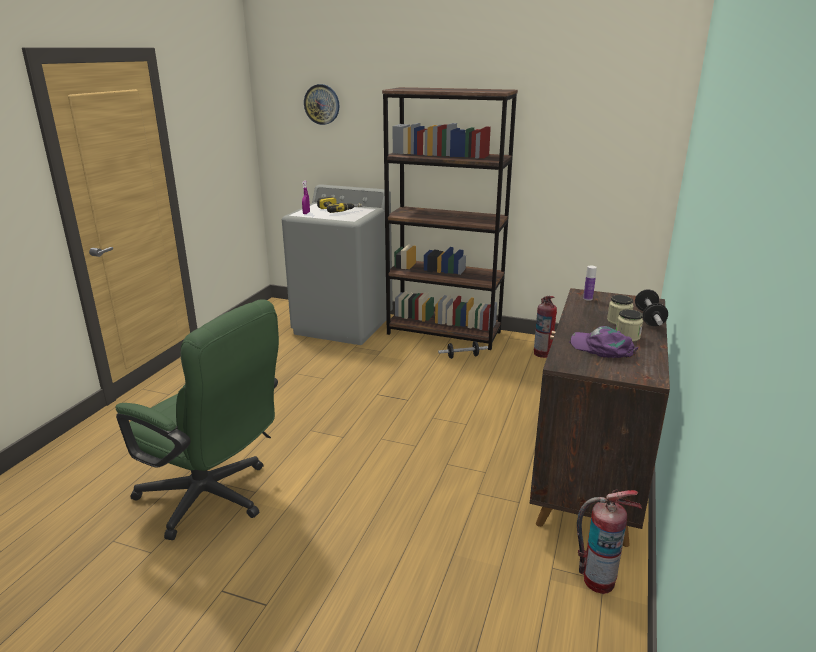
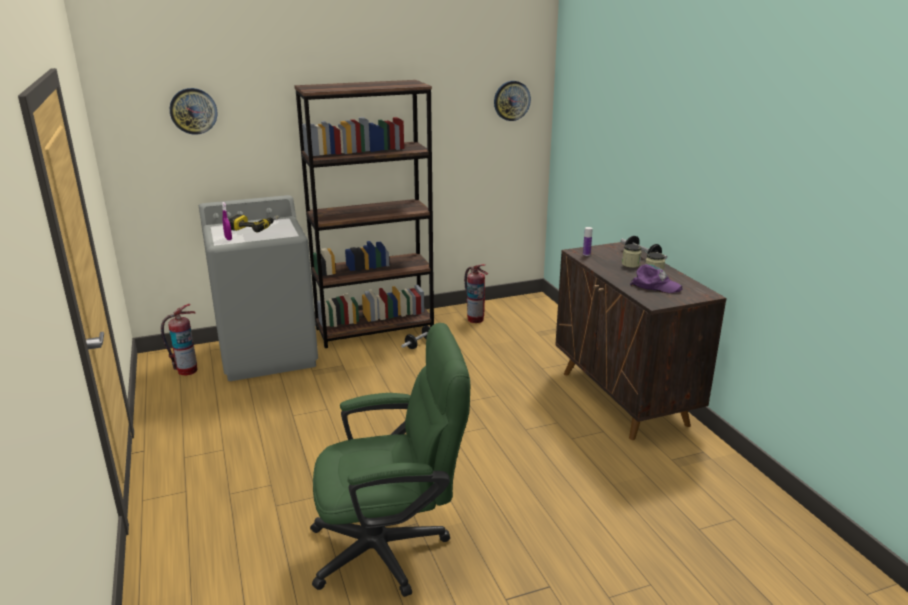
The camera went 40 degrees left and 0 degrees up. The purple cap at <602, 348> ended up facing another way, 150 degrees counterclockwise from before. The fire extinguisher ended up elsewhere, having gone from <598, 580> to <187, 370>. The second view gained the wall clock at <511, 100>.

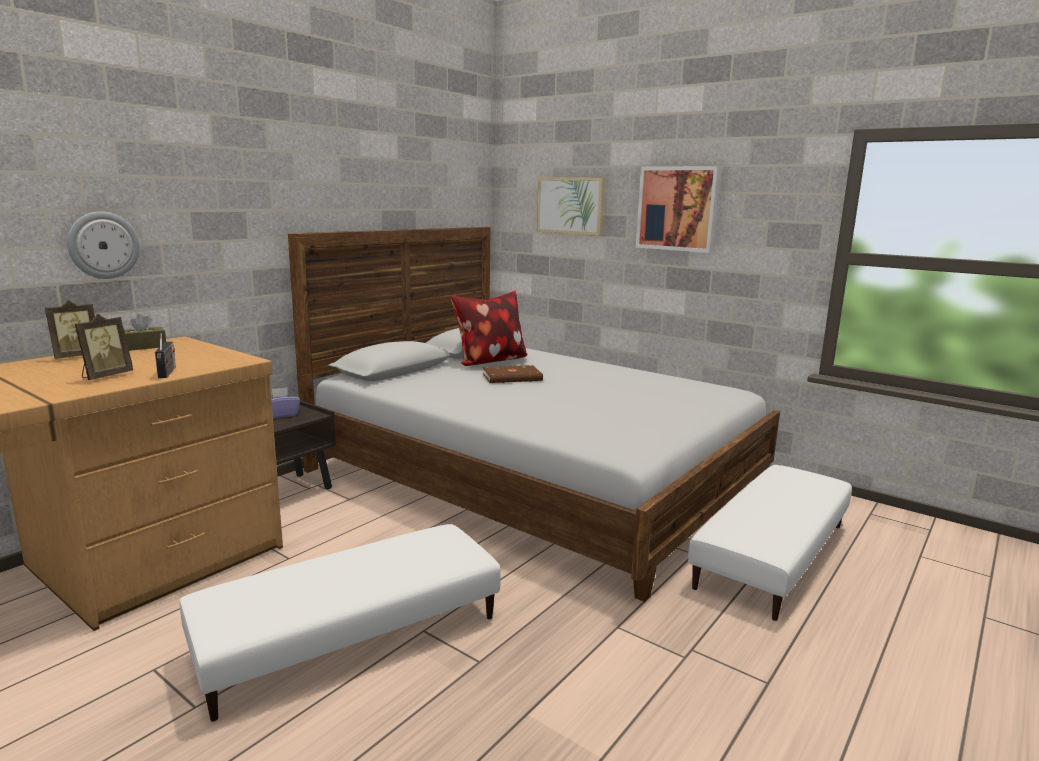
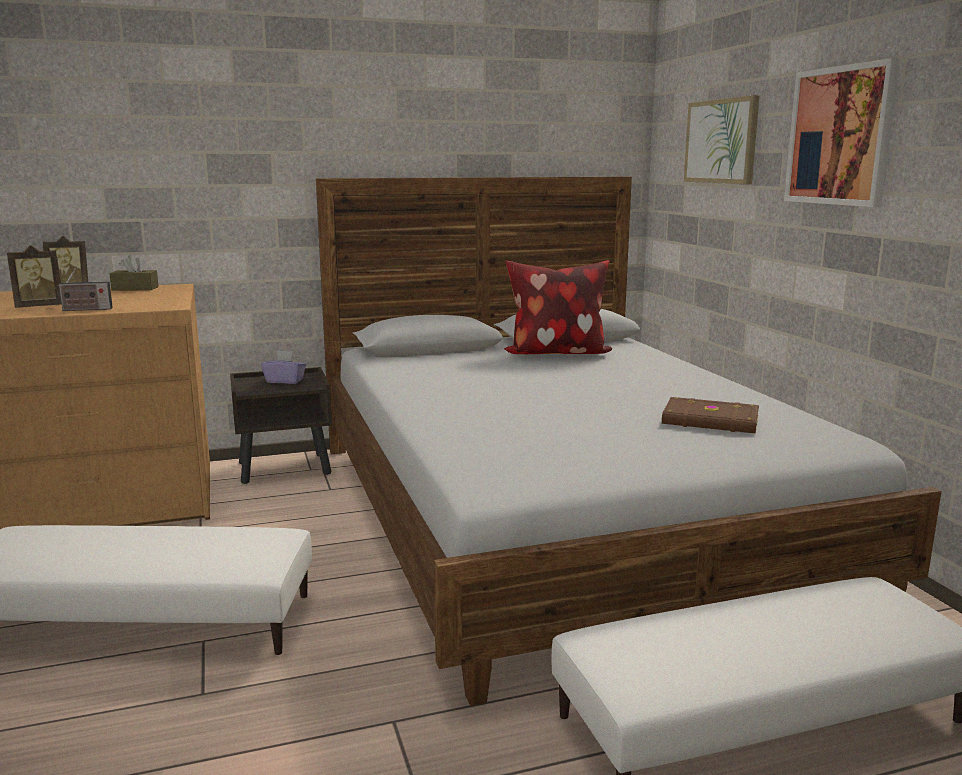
The camera went 35 degrees right and 0 degrees up. The second view lost the wall clock at <103, 245>. The radio at <167, 373> ended up facing another way, 60 degrees clockwise from before. The brown book ended up elsewhere, having gone from <512, 377> to <711, 421>.

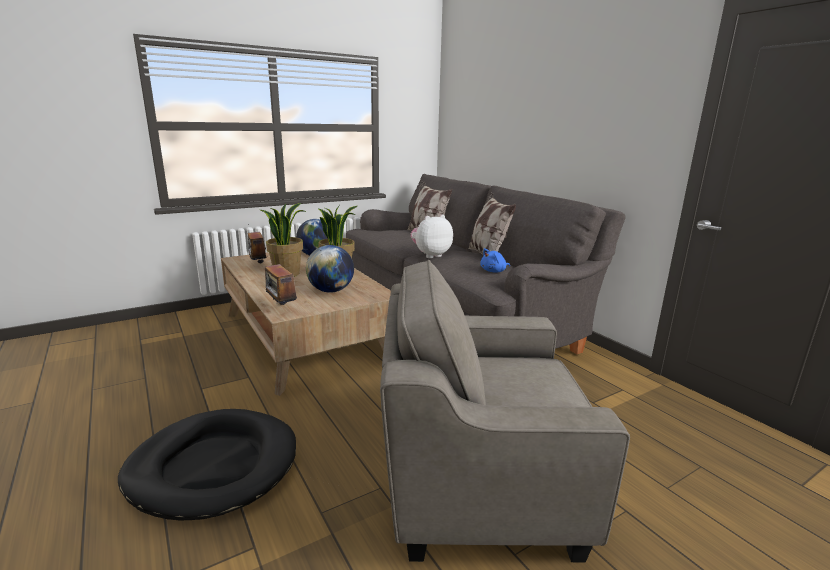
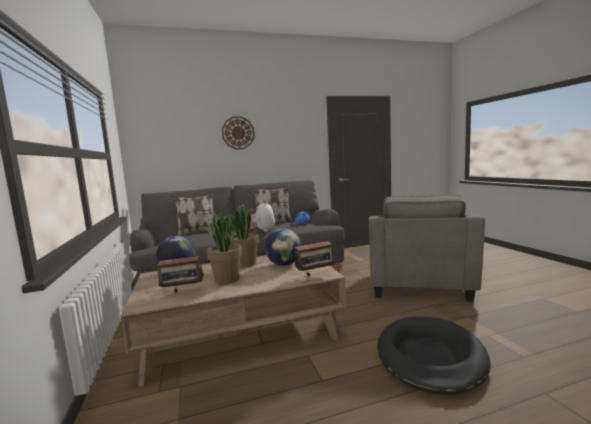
The camera went 75 degrees left and 10 degrees down. The second view gained the wall clock at <238, 133>.

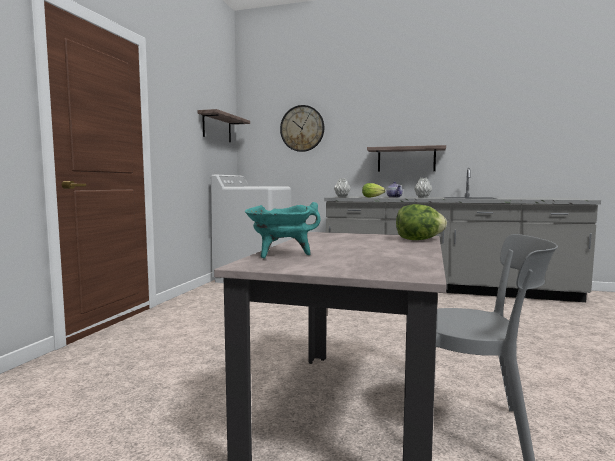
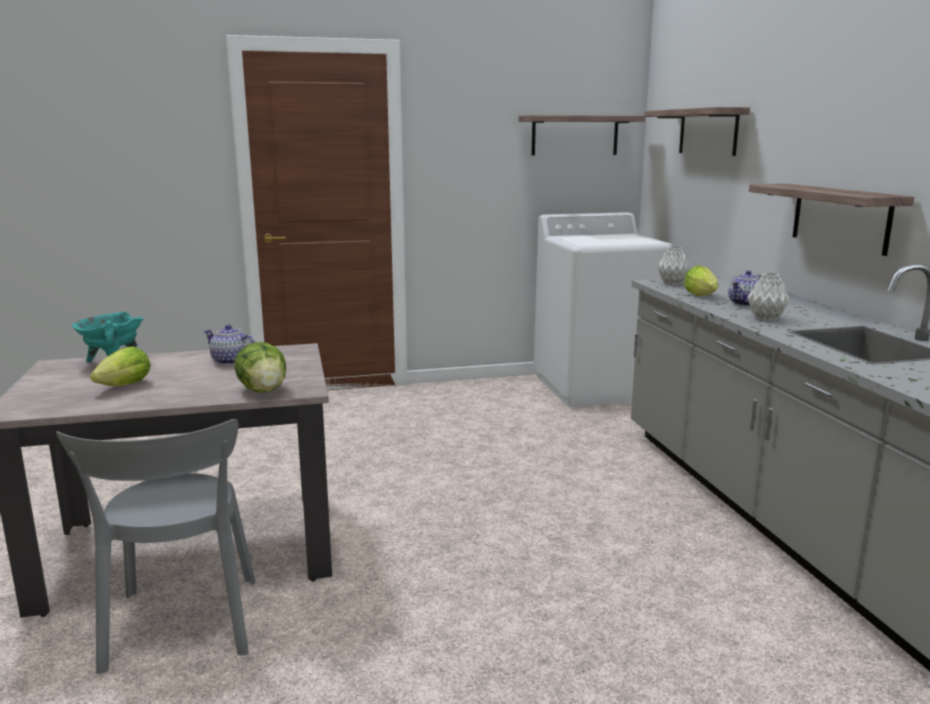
The camera went 60 degrees right and 10 degrees up. Where the wall clock hung at <302, 128>, the shelf came to hang at <708, 132>. The second view gained the lettuce at <122, 387>. The second view gained the teapot at <231, 361>.

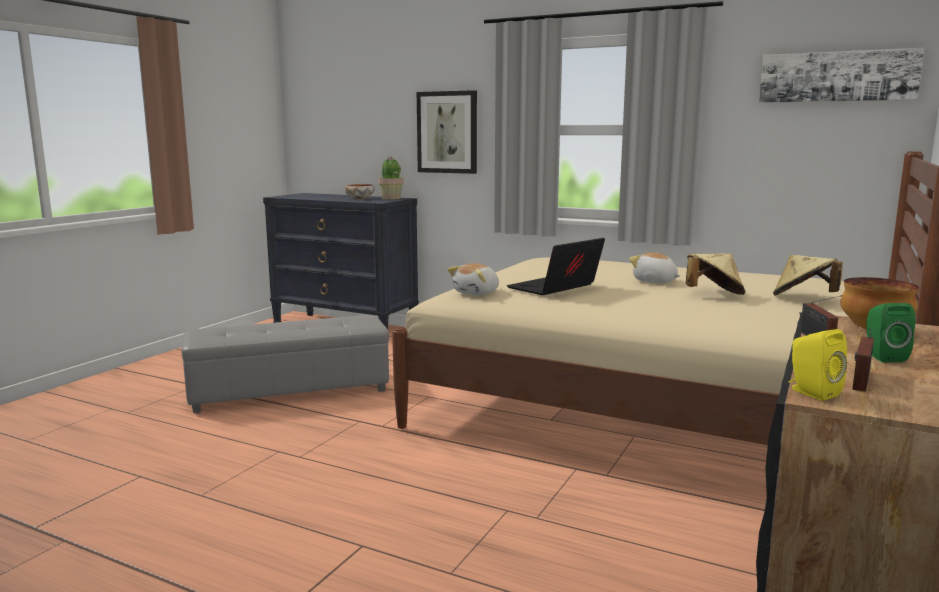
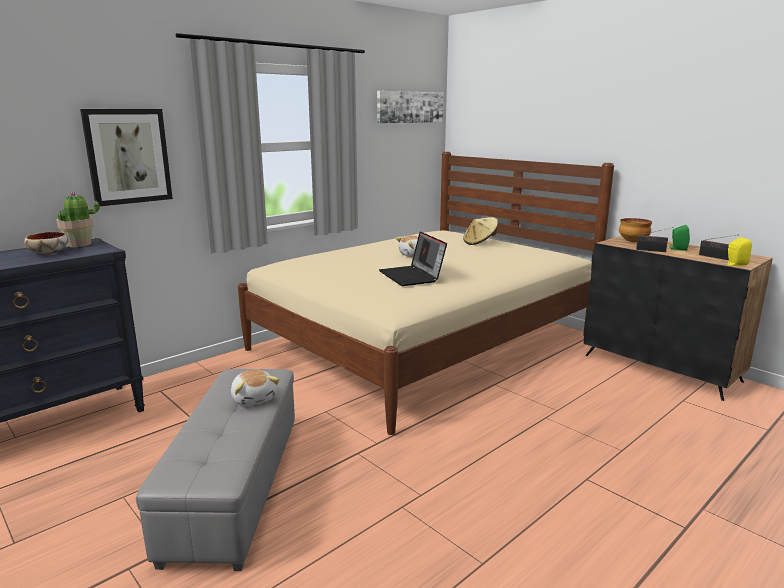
The camera went 70 degrees left and 5 degrees up. The plush toy ended up elsewhere, having gone from <477, 293> to <254, 398>. The second view lost the beige hat at <713, 295>.

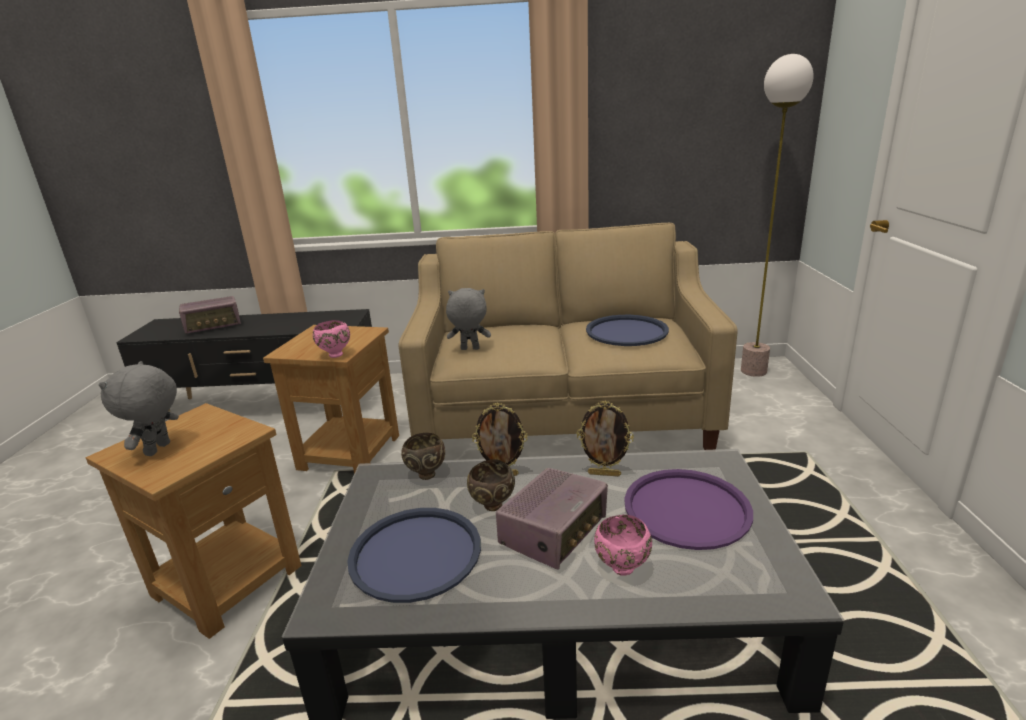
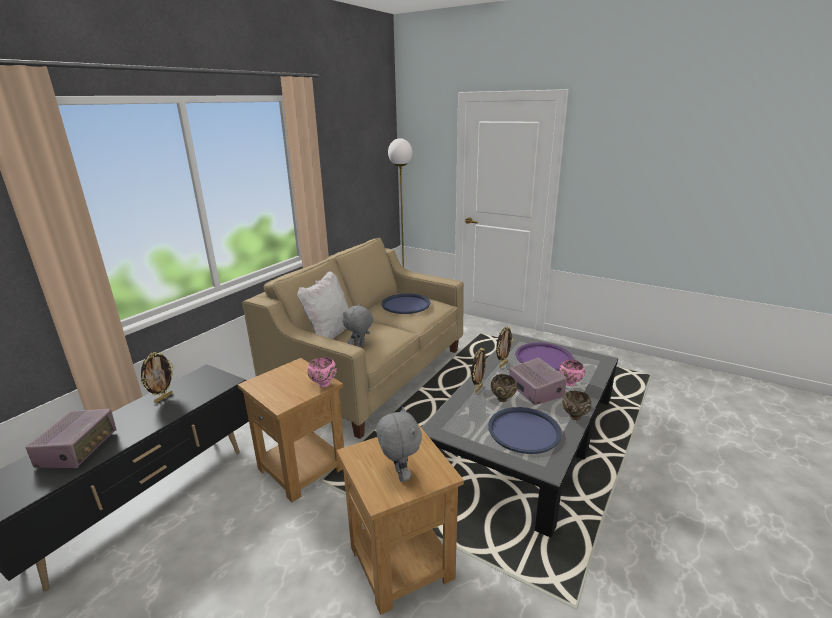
The camera went 60 degrees left and 0 degrees up. The grey plush toy at <159, 450> ended up facing another way, 150 degrees counterclockwise from before. The brown bowl ended up elsewhere, having gone from <426, 474> to <574, 417>. The second view gained the picture frame at <163, 398>. The second view gained the white pillow at <329, 335>.

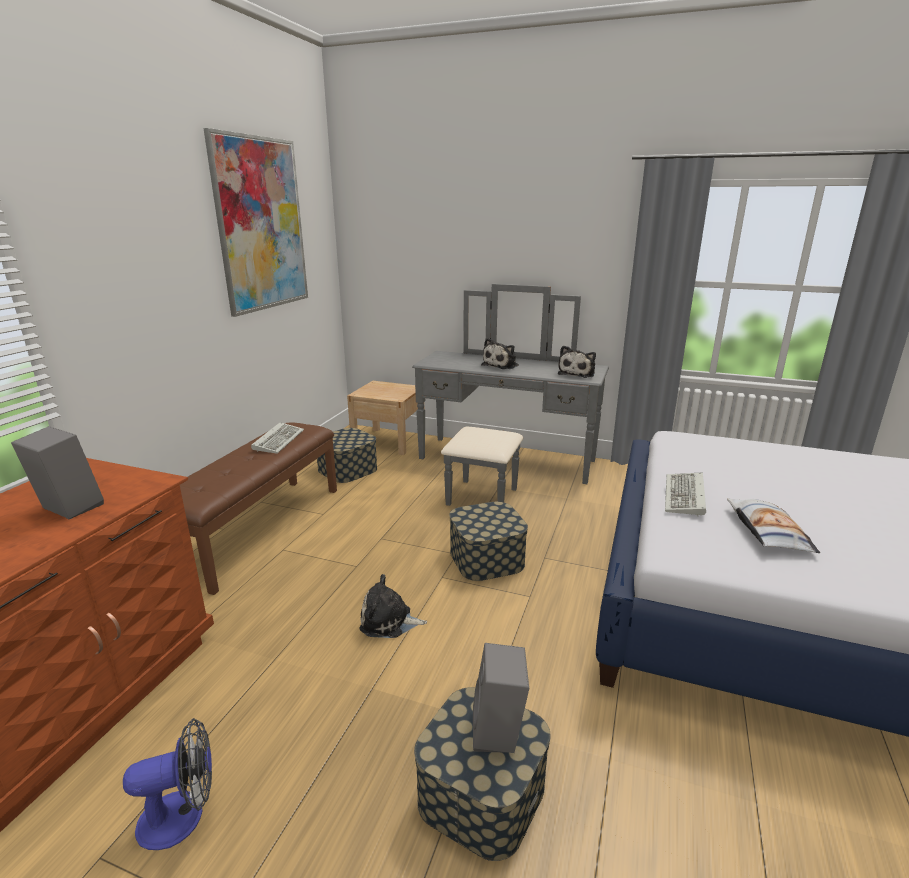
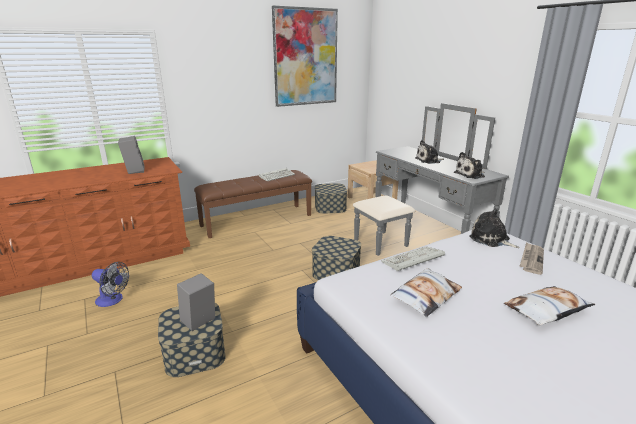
The camera went 40 degrees right and 0 degrees up. The plush toy ended up elsewhere, having gone from <389, 621> to <491, 239>. The second view gained the pillow at <547, 310>. The second view gained the newspaper at <531, 259>.

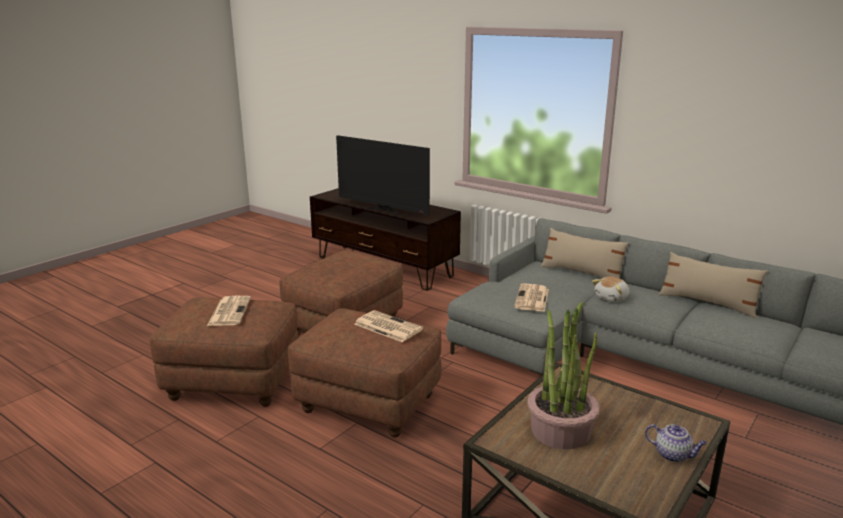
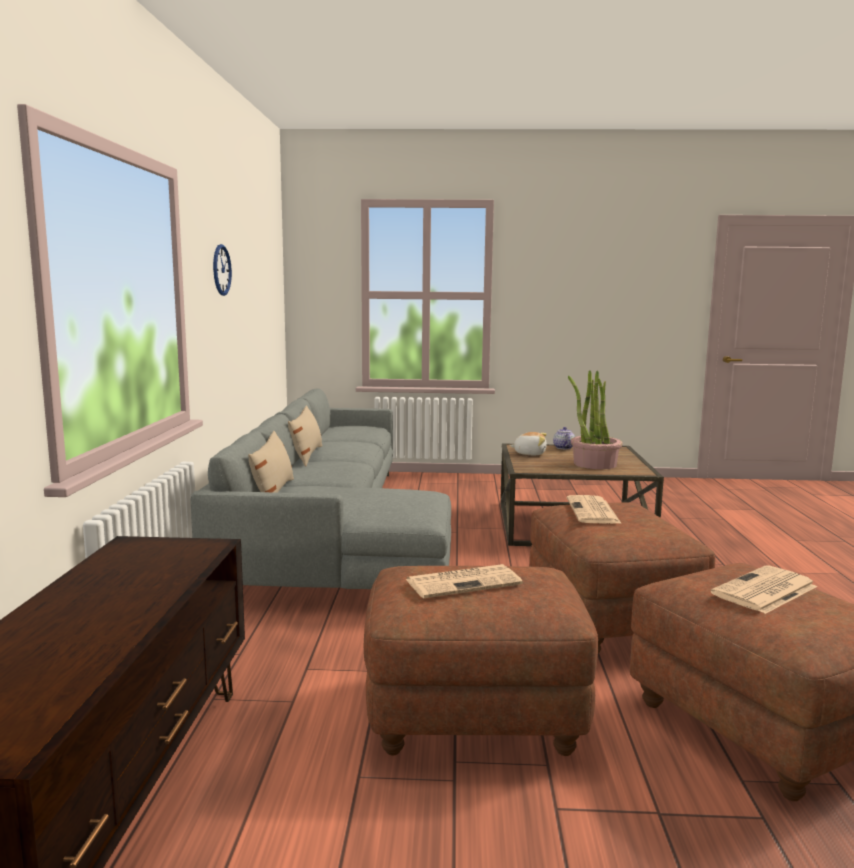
The camera went 125 degrees left and 10 degrees down. The second view lost the television at <383, 210>. The newspaper ended up elsewhere, having gone from <532, 299> to <464, 582>. The plush toy ended up elsewhere, having gone from <612, 298> to <529, 453>. The second view gained the wall clock at <221, 270>.

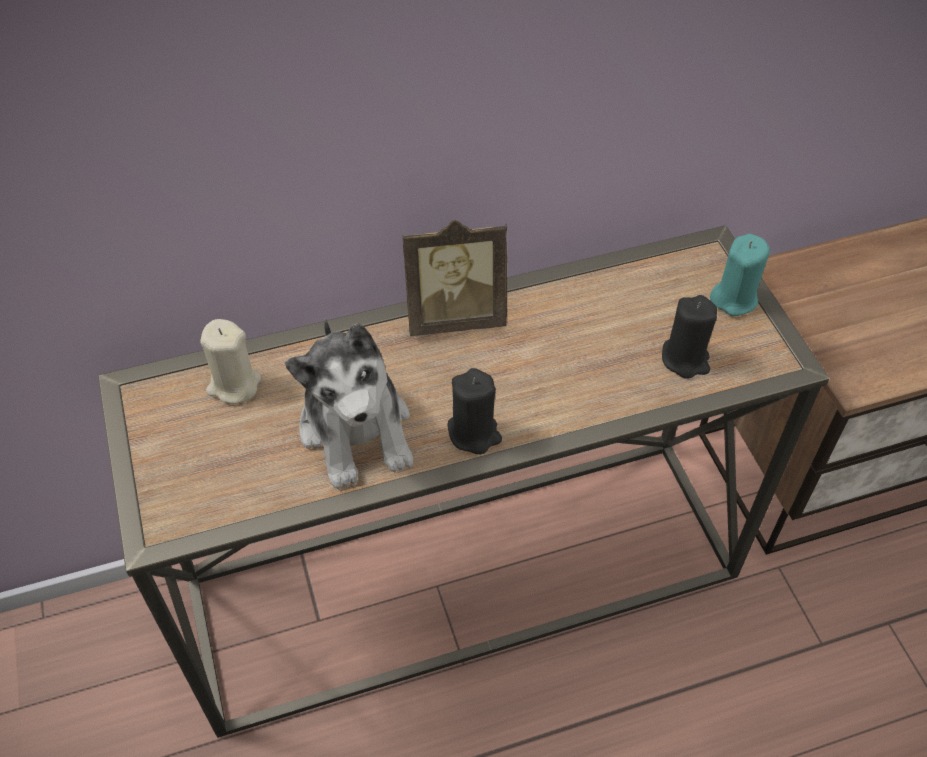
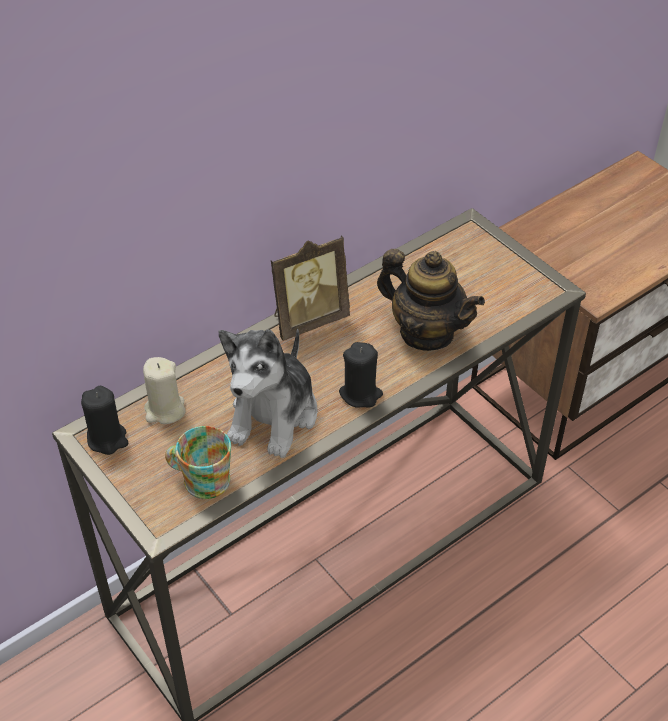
The camera went 20 degrees left and 5 degrees down. The plush toy at <357, 429> ended up facing another way, 60 degrees clockwise from before. The black candle ended up elsewhere, having gone from <685, 359> to <107, 439>. The second view lost the turquoise candle at <734, 298>. The second view gained the mug at <200, 479>. The second view gained the teapot at <426, 333>.

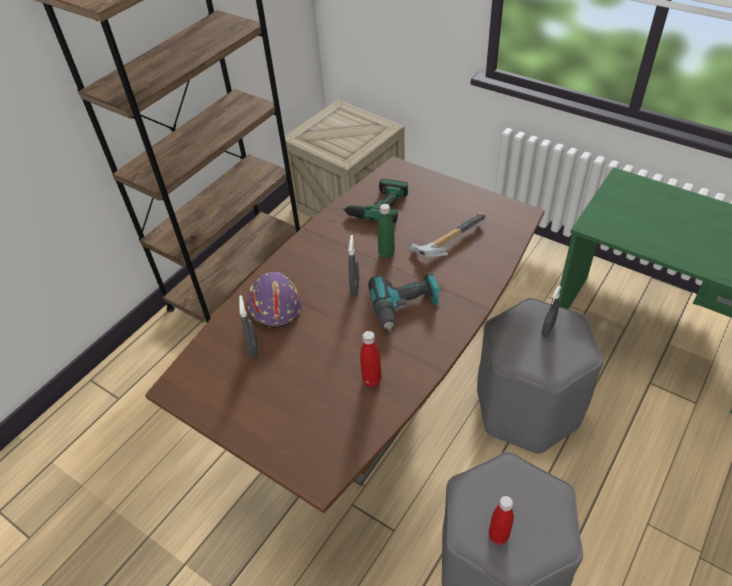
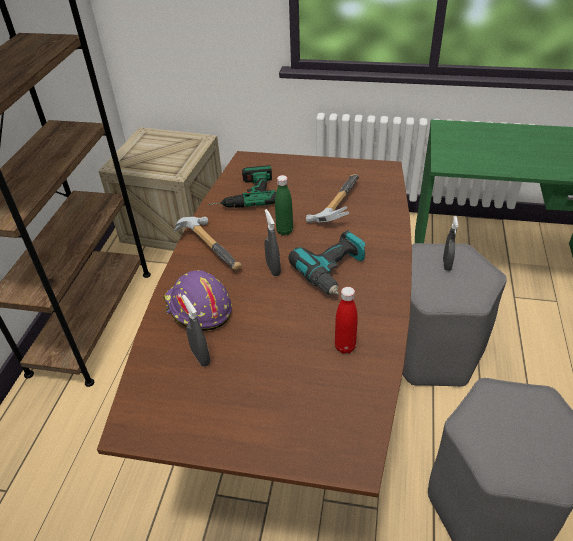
The camera went 25 degrees left and 5 degrees down. The second view lost the red bottle at <498, 536>. The second view gained the hammer at <213, 246>.

